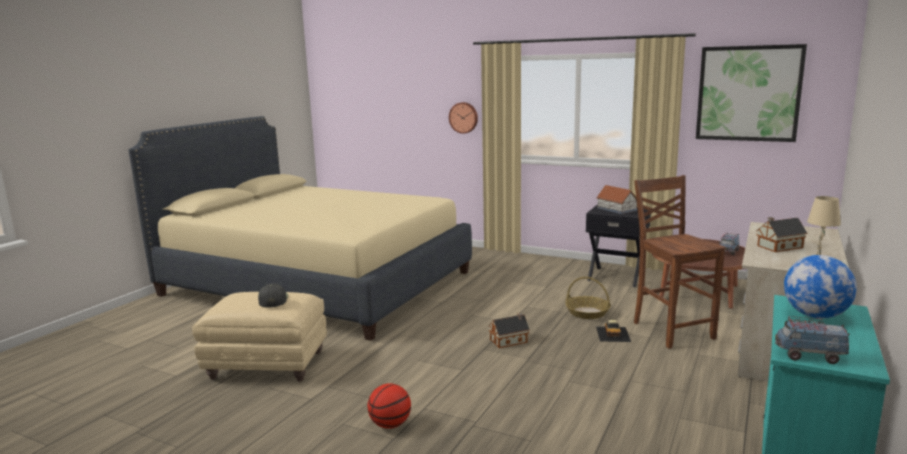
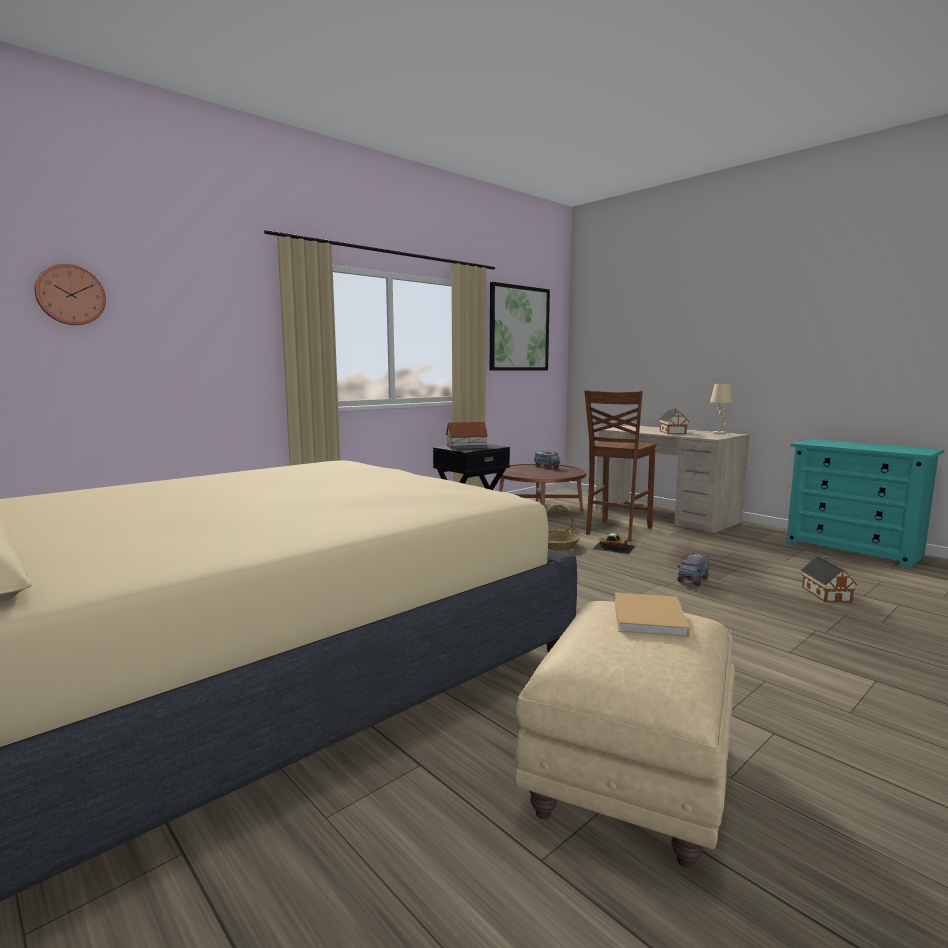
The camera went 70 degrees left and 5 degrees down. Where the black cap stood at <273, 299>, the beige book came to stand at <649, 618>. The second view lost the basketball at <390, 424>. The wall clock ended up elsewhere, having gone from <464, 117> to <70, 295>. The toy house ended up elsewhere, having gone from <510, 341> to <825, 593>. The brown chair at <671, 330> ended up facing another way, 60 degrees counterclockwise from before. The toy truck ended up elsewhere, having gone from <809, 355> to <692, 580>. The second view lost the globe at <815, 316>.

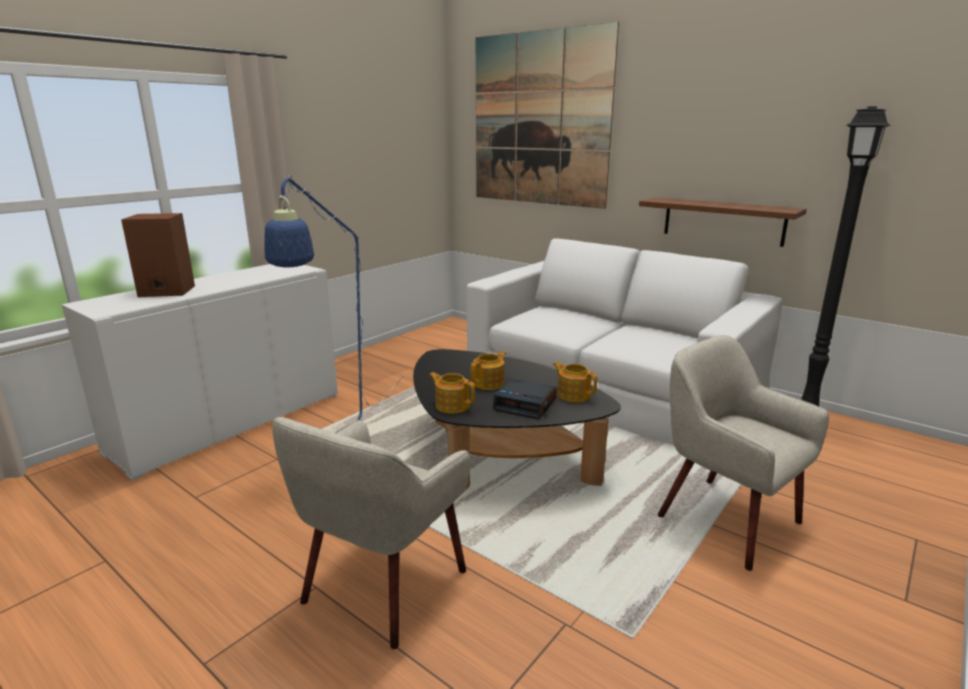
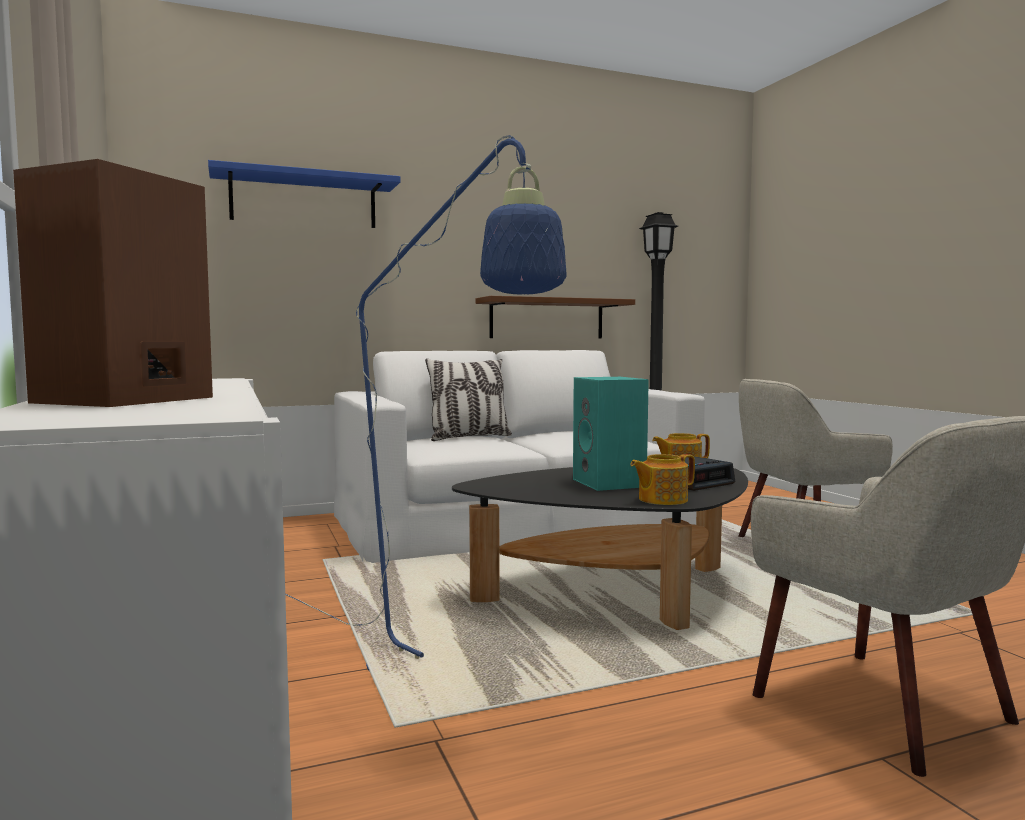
The camera went 60 degrees left and 15 degrees down. Where the teapot stood at <489, 383>, the turquoise speaker came to stand at <611, 483>. Where the picture hung at <539, 120>, the blue shelf came to hang at <304, 201>. The second view gained the pillow at <469, 437>.

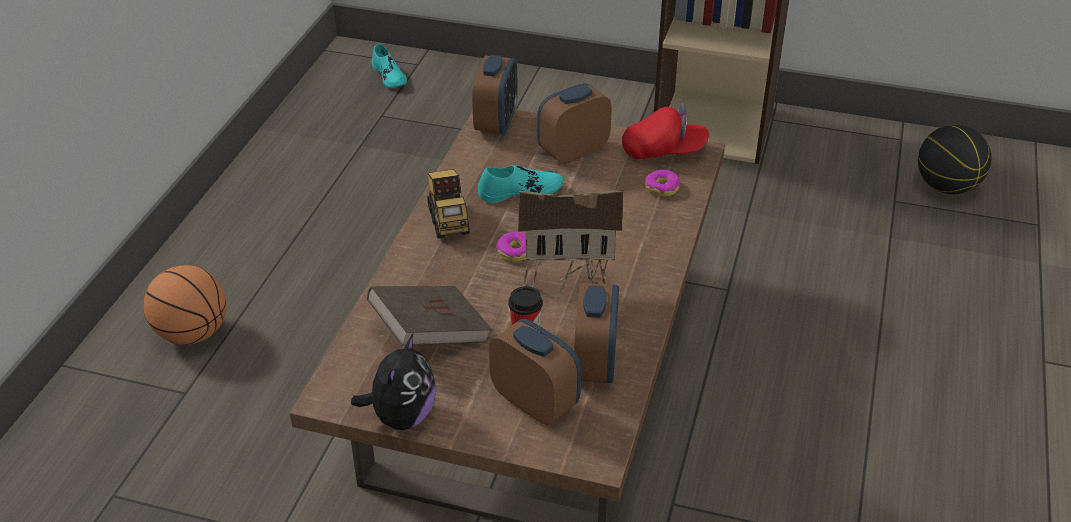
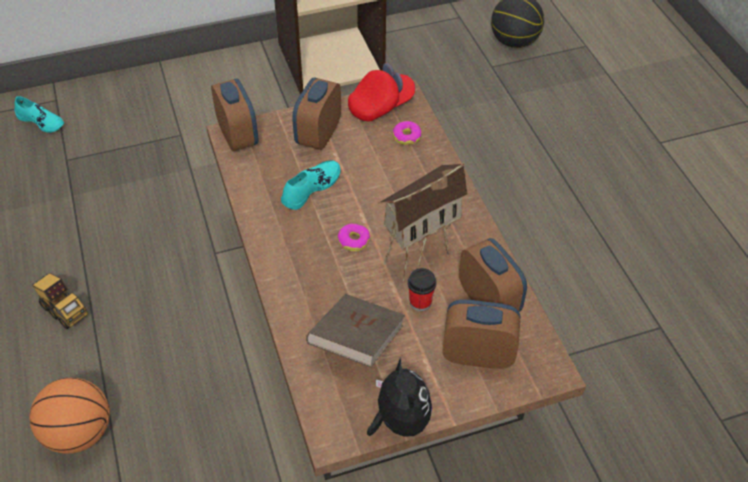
The camera went 35 degrees left and 10 degrees up. The toy truck ended up elsewhere, having gone from <448, 220> to <64, 310>.

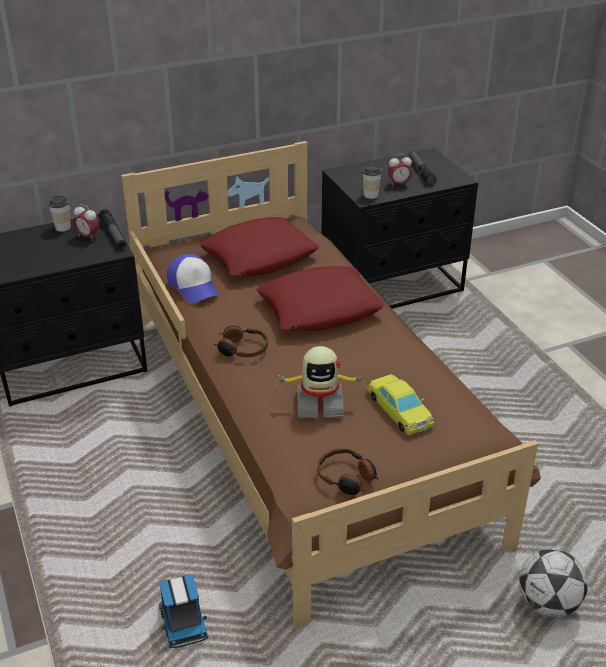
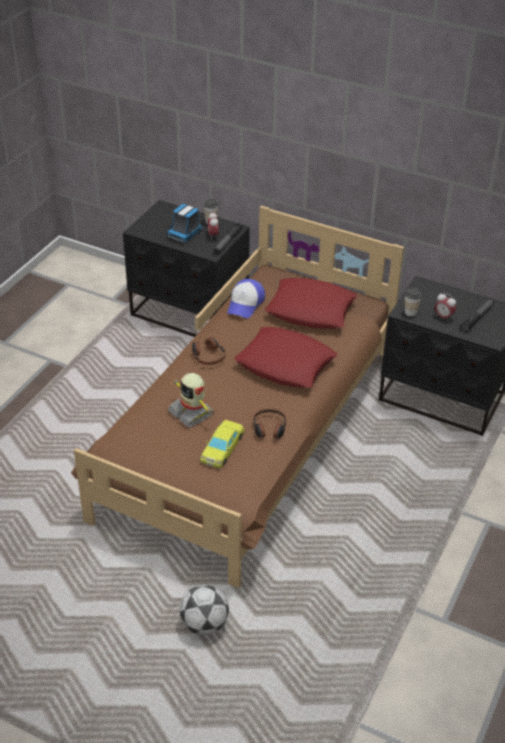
The camera went 50 degrees right and 5 degrees up. The toy truck ended up elsewhere, having gone from <183, 622> to <185, 233>. The headphones ended up elsewhere, having gone from <347, 478> to <269, 429>.

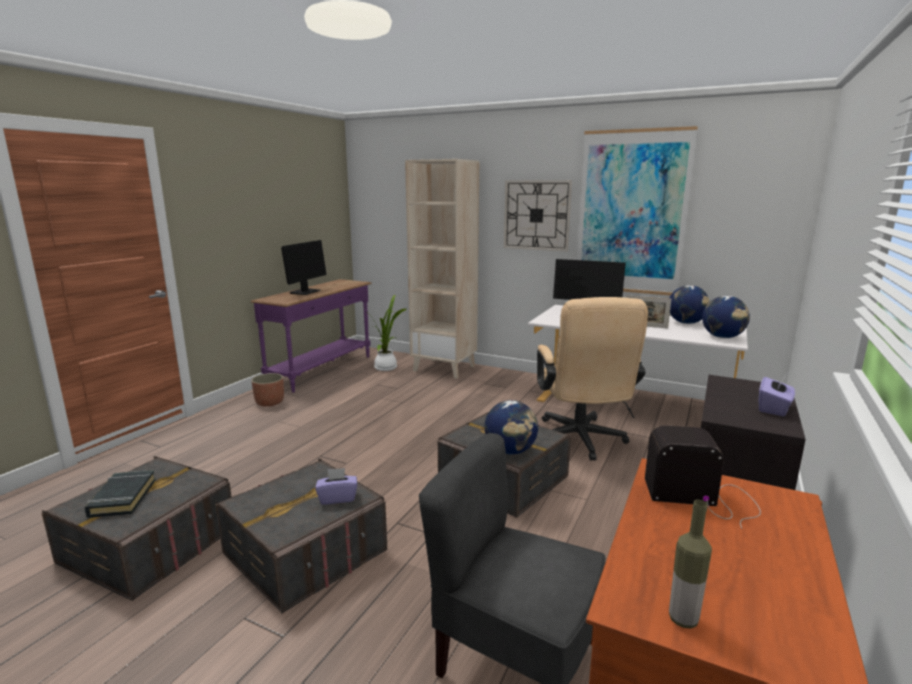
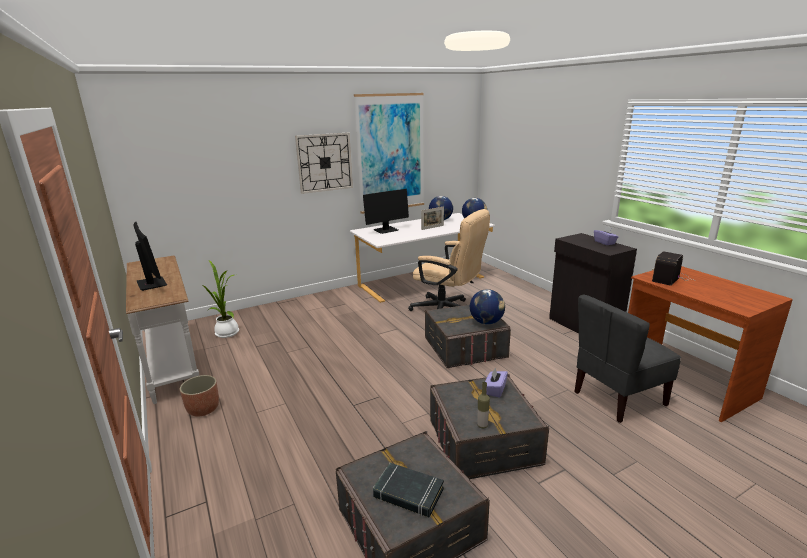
The camera went 55 degrees left and 5 degrees up. What was the purple console table at <322, 370> turned into the white console table at <173, 363>. The second view lost the beige bookcase at <445, 368>. The bottle ended up elsewhere, having gone from <683, 619> to <482, 425>.

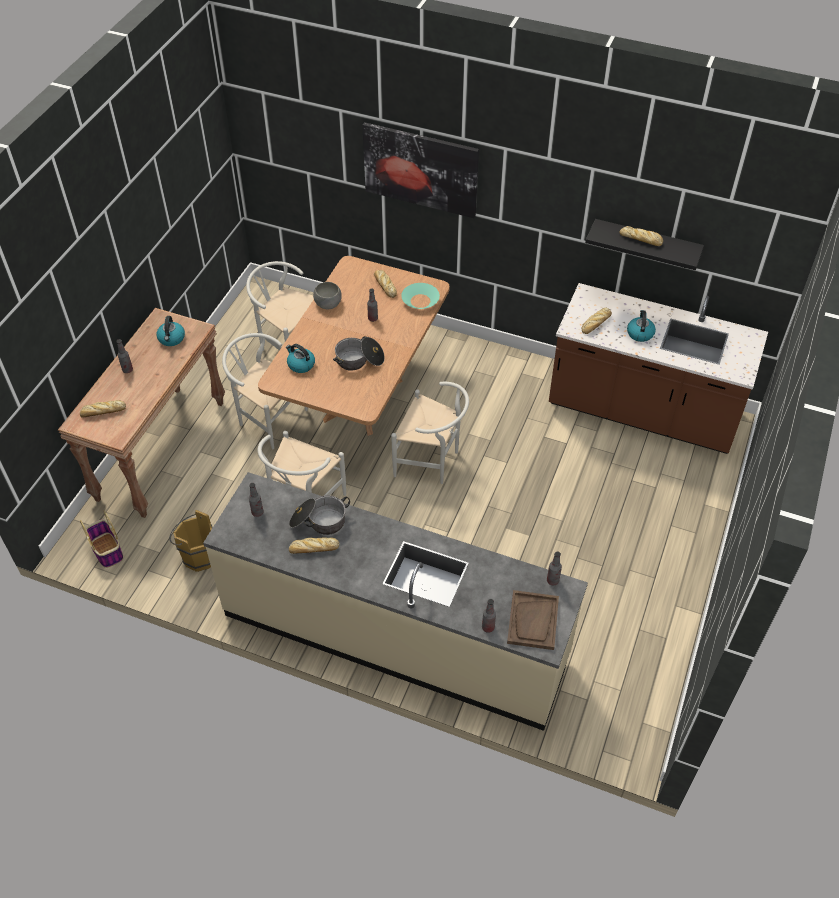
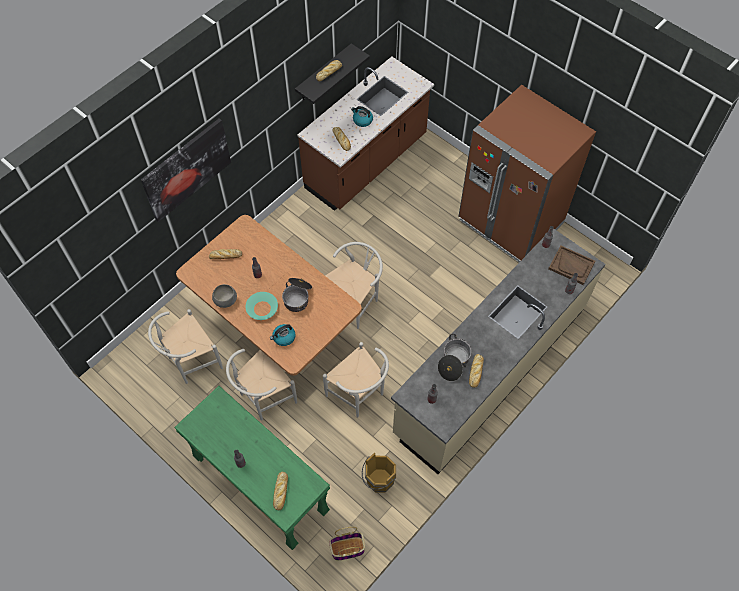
The camera went 70 degrees left and 10 degrees up. What was the brown console table at <161, 449> turned into the green console table at <260, 486>. The second view lost the kettle at <171, 339>. The turquoise bowl ended up elsewhere, having gone from <420, 301> to <262, 308>. The second view gained the brown fridge at <510, 222>.

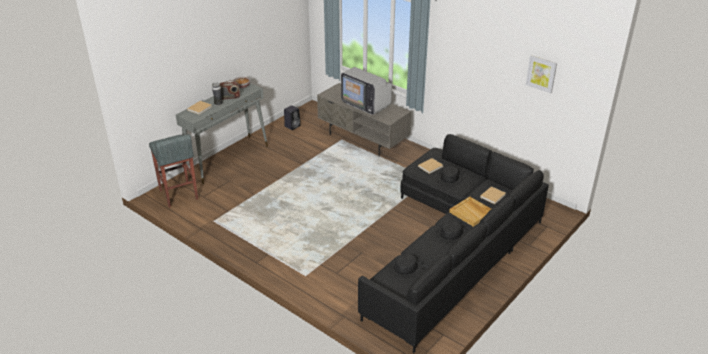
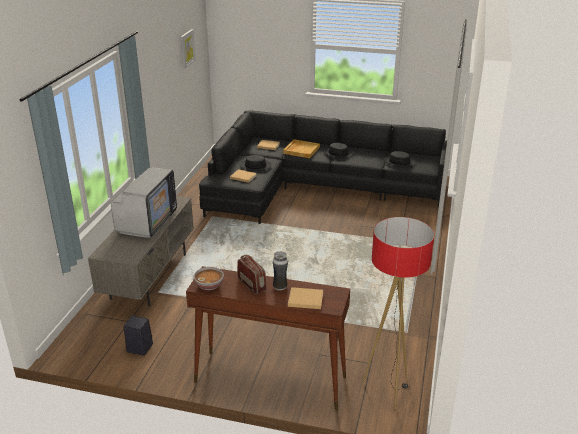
The camera went 115 degrees left and 5 degrees down. Where the grey stool stood at <178, 195>, the floor lamp came to stand at <388, 389>. What was the grey console table at <227, 159> turned into the brown console table at <269, 379>.

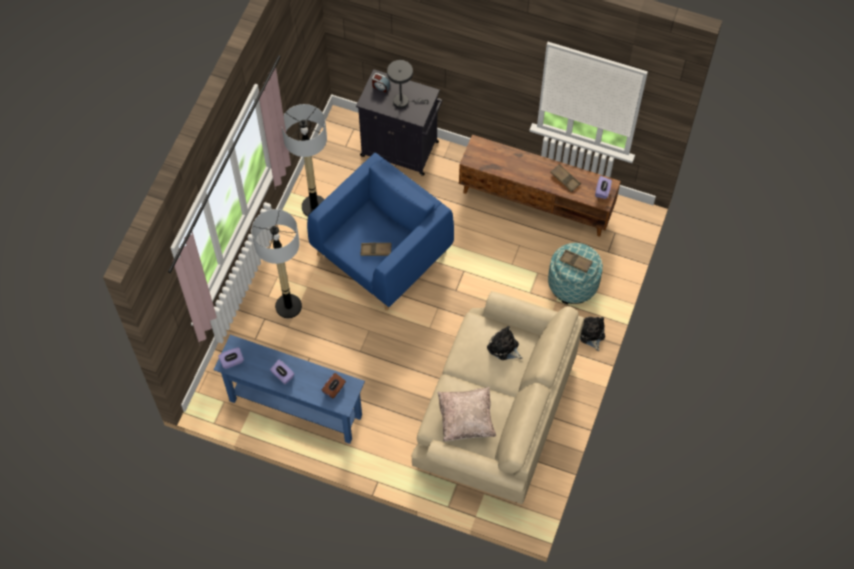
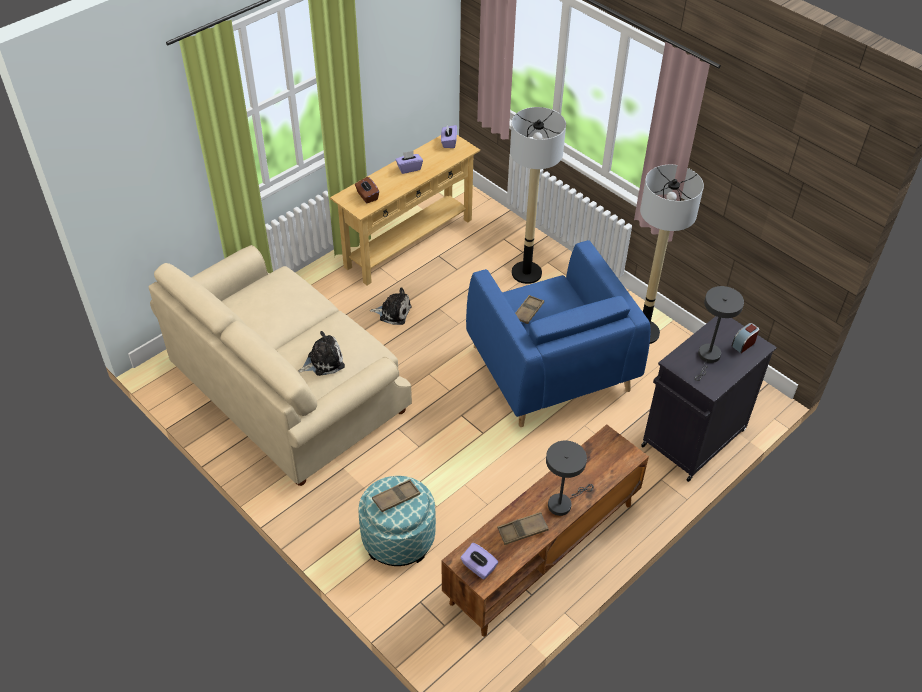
The camera went 115 degrees right and 15 degrees down. What was the blue console table at <295, 408> turned into the beige console table at <408, 242>. The second view lost the beige pillow at <466, 420>. The plush toy ended up elsewhere, having gone from <591, 334> to <393, 312>. The second view gained the grey table lamp at <562, 503>.

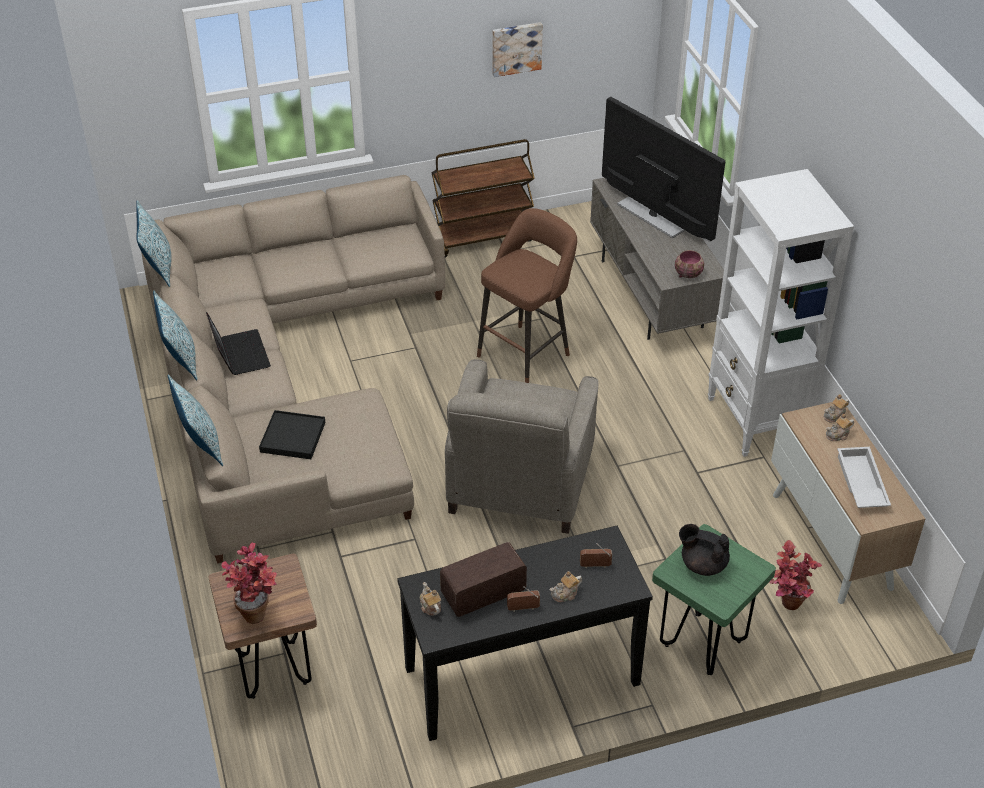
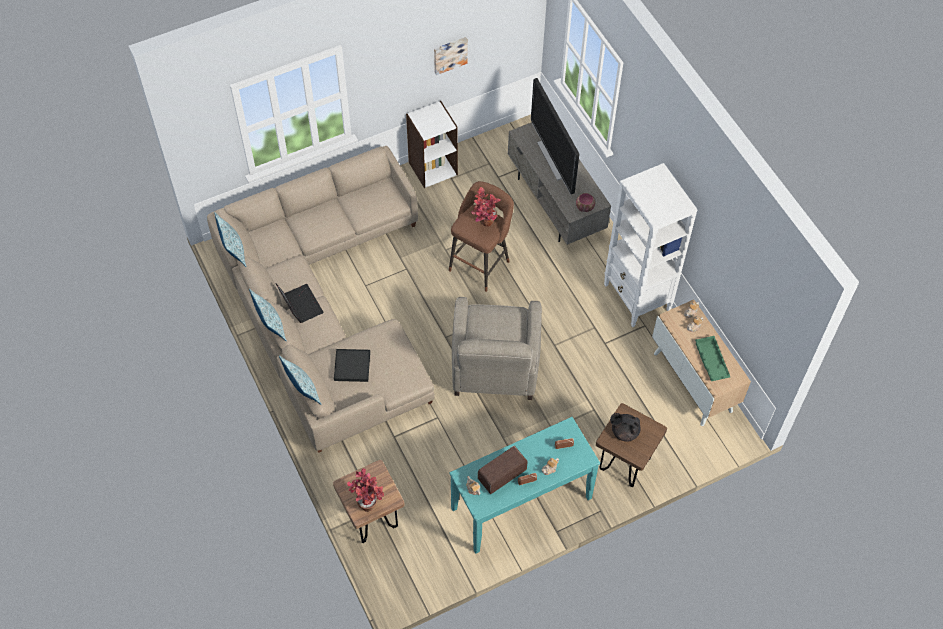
The camera went 10 degrees left and 15 degrees up. What was the black console table at <522, 677> turned into the turquoise console table at <521, 503>. Where the brown cart stood at <482, 237>, the white bookcase came to stand at <432, 168>. The television at <653, 216> ended up facing another way, 150 degrees counterclockwise from before. What was the green stool at <702, 643> turned into the brown stool at <624, 465>. The potted plant ended up elsewhere, having gone from <786, 607> to <484, 225>. What was the white tray at <860, 483> turned into the green tray at <710, 361>.

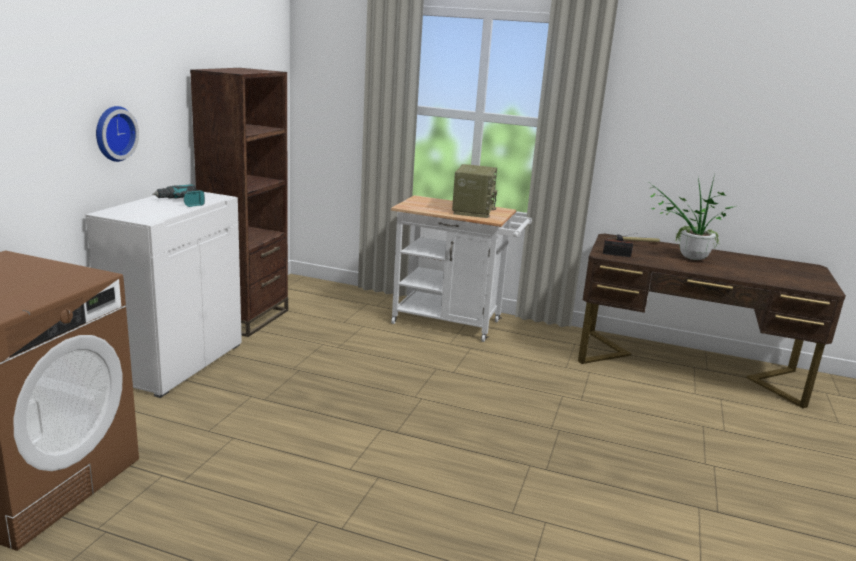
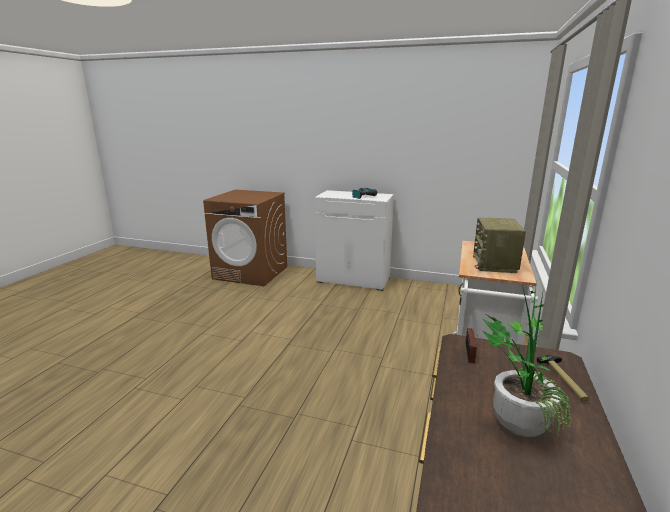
The camera went 90 degrees right and 0 degrees up. The second view lost the wall clock at <113, 133>. The second view lost the brown bookcase at <247, 318>. The radio at <472, 211> ended up facing another way, 90 degrees clockwise from before.

